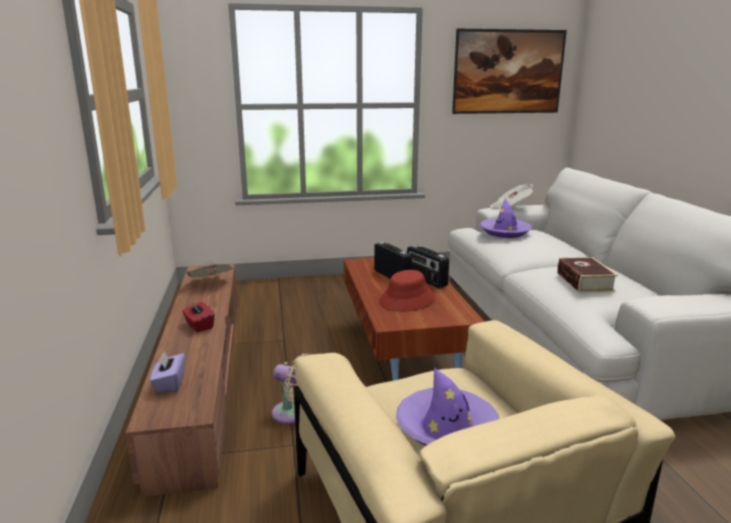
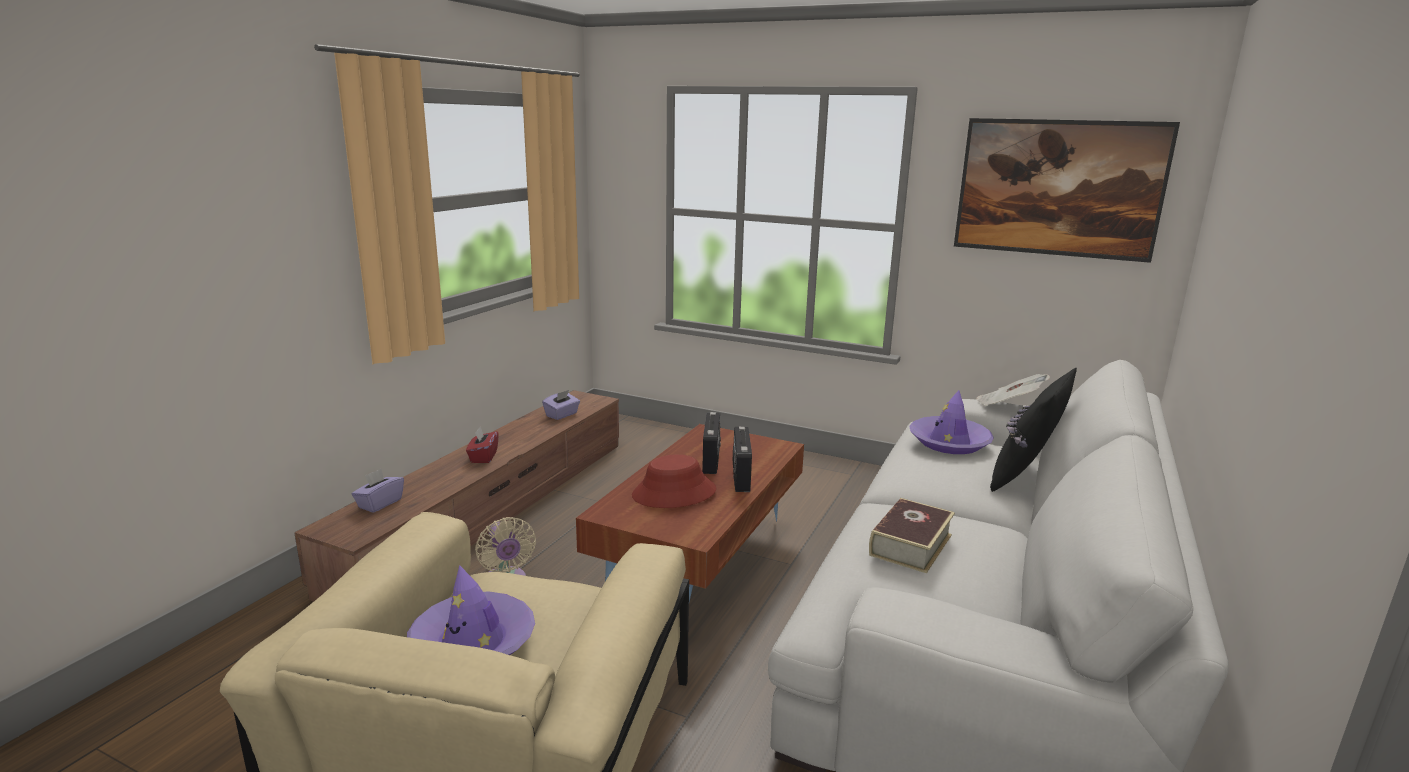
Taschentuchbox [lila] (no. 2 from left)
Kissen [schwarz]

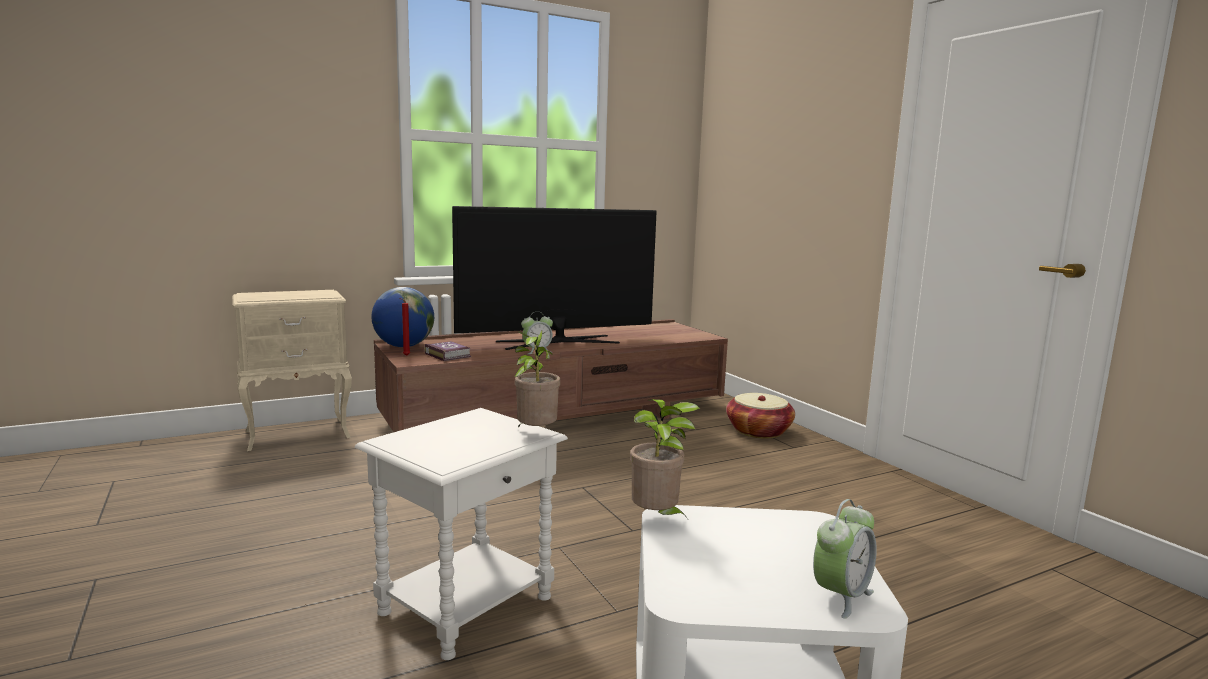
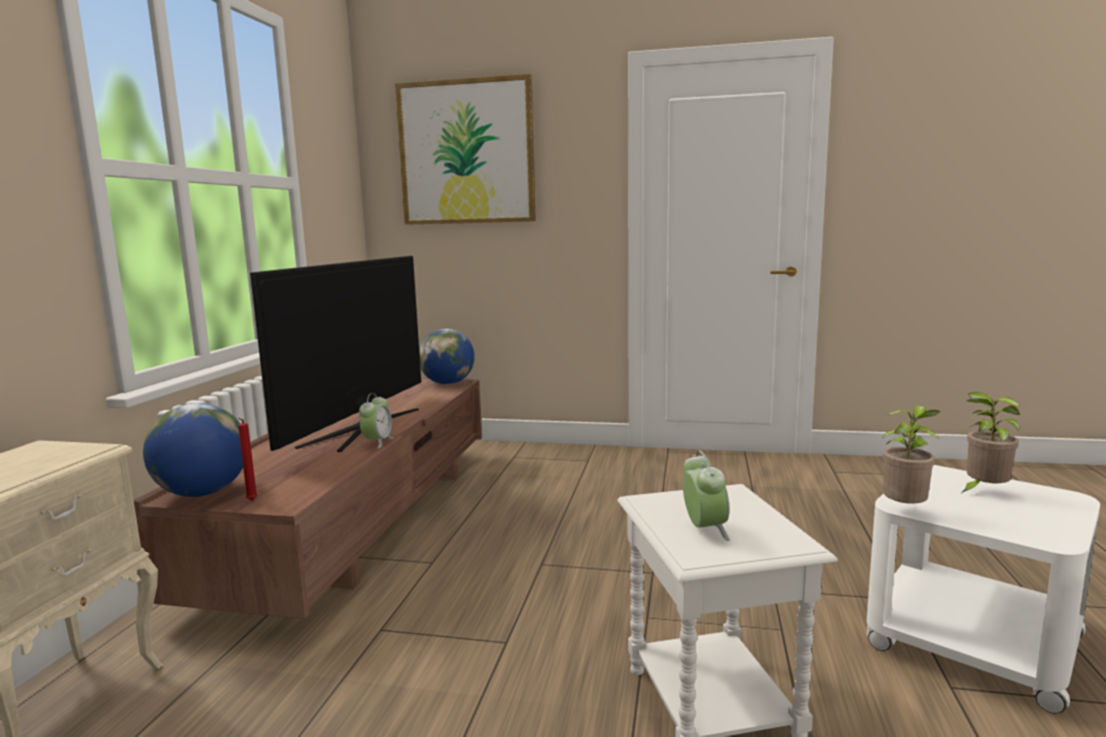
Bild
Globus (no. 2 from left)
Wecker (no. 2 from left)
Topfpflanze (no. 2 from left)
Buch
Korb

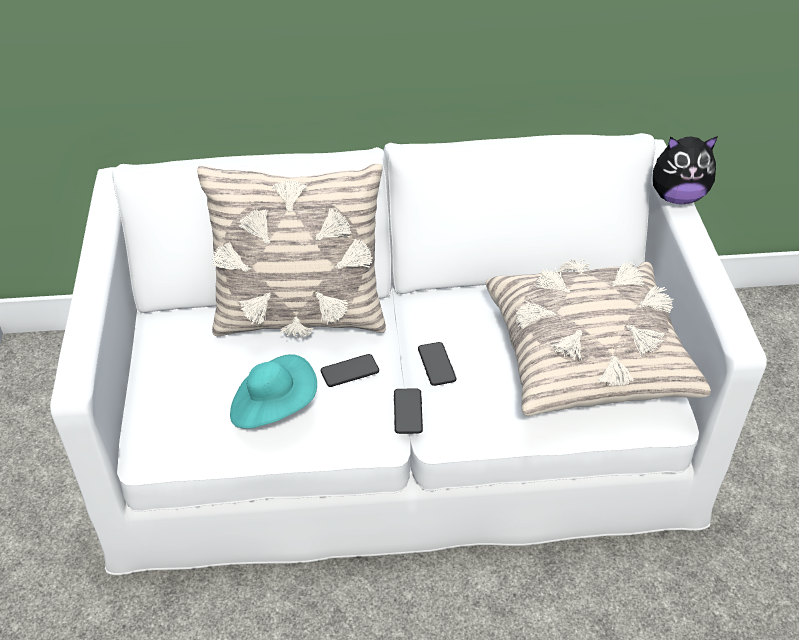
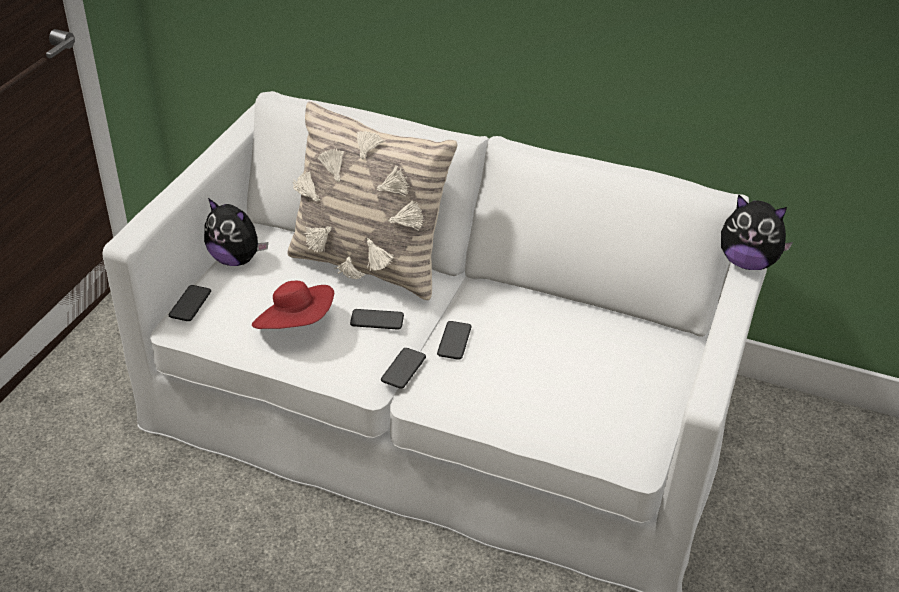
Handy (no. 1 from left)
Plüschtier (no. 1 from left)
Hut [rot]
Kissen [beige] (no. 2 from left in the first image)

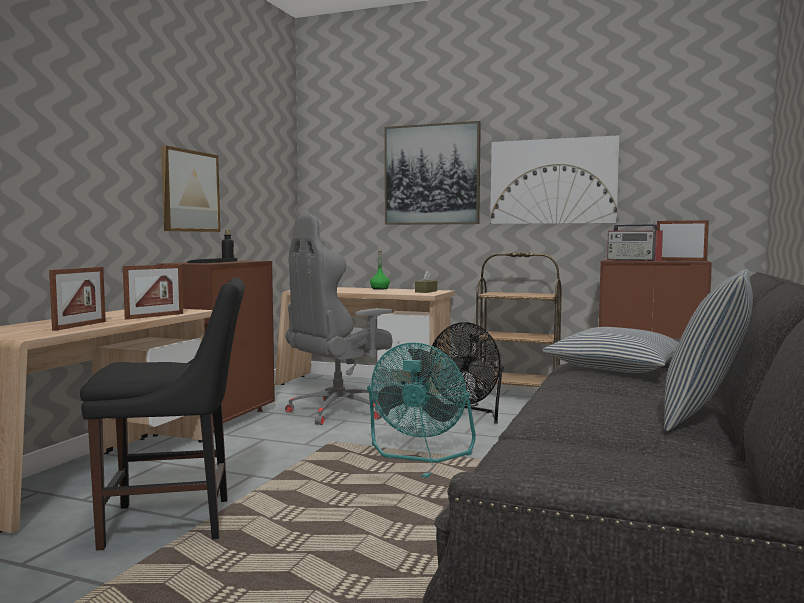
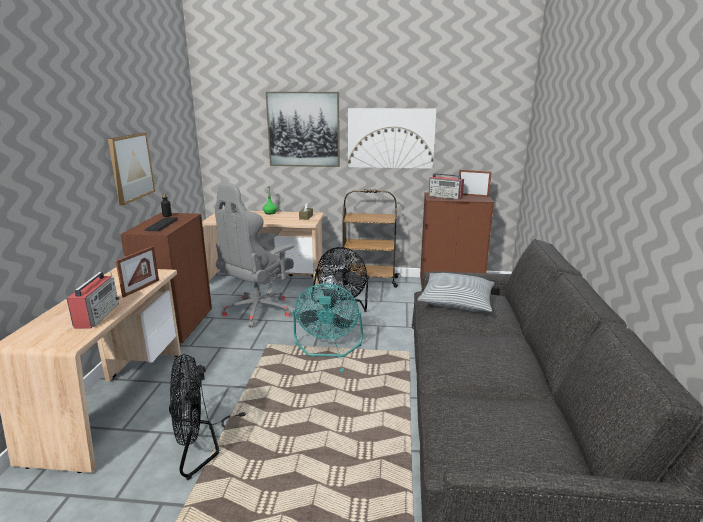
Radio (no. 1 from left)
Ventilator [schwarz] (no. 1 from left)
Kissen (no. 2 from left in the first image)

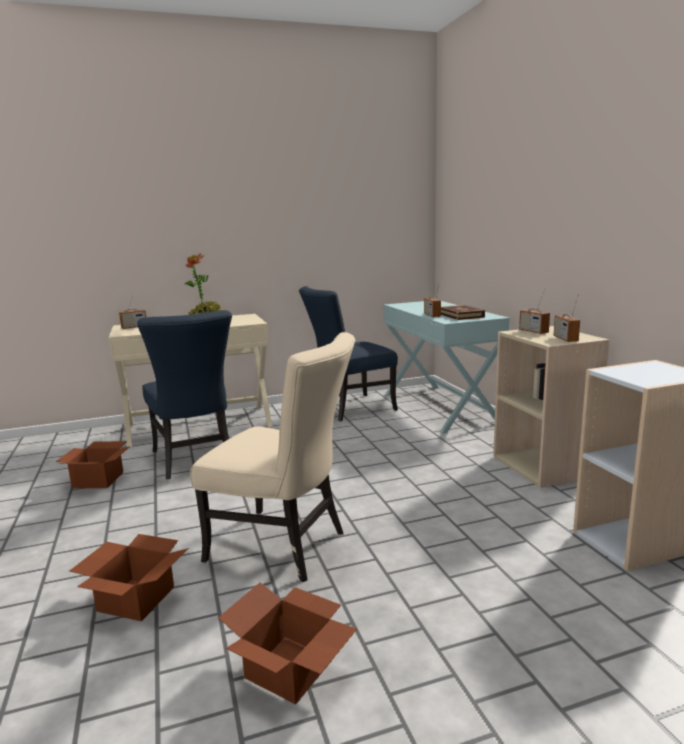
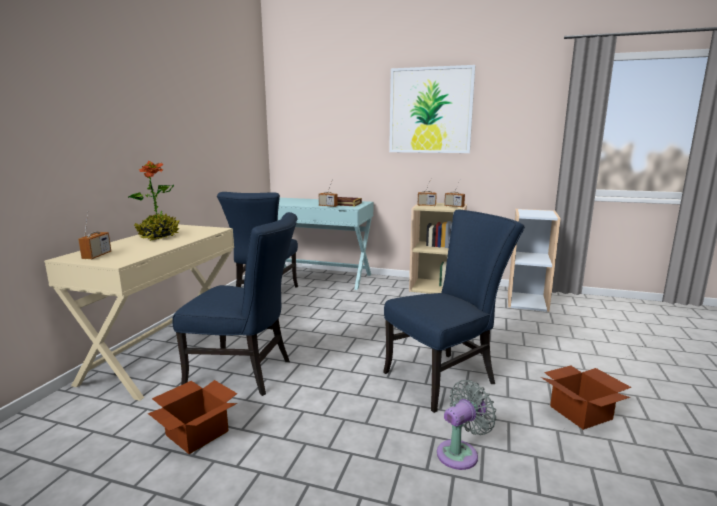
Stuhl [blau] (no. 3 from left)
Bild
Ventilator [grau]

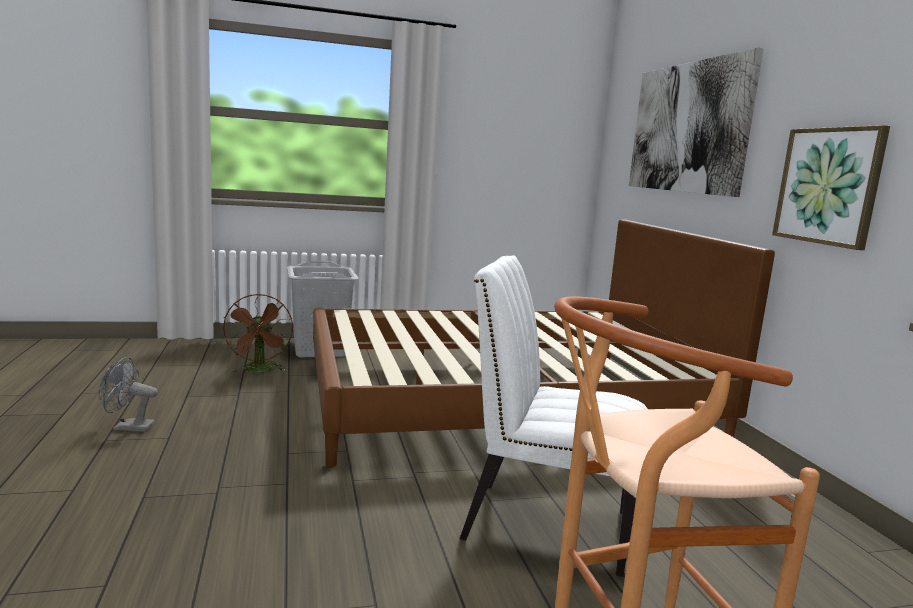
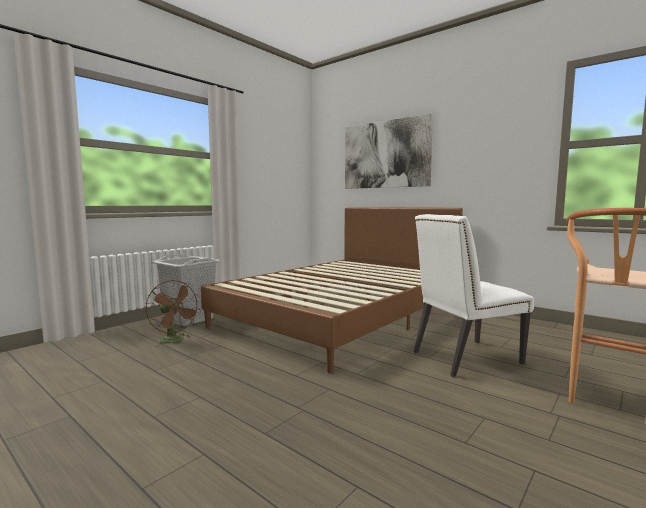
Ventilator [grau]
Bild (no. 2 from left in the first image)

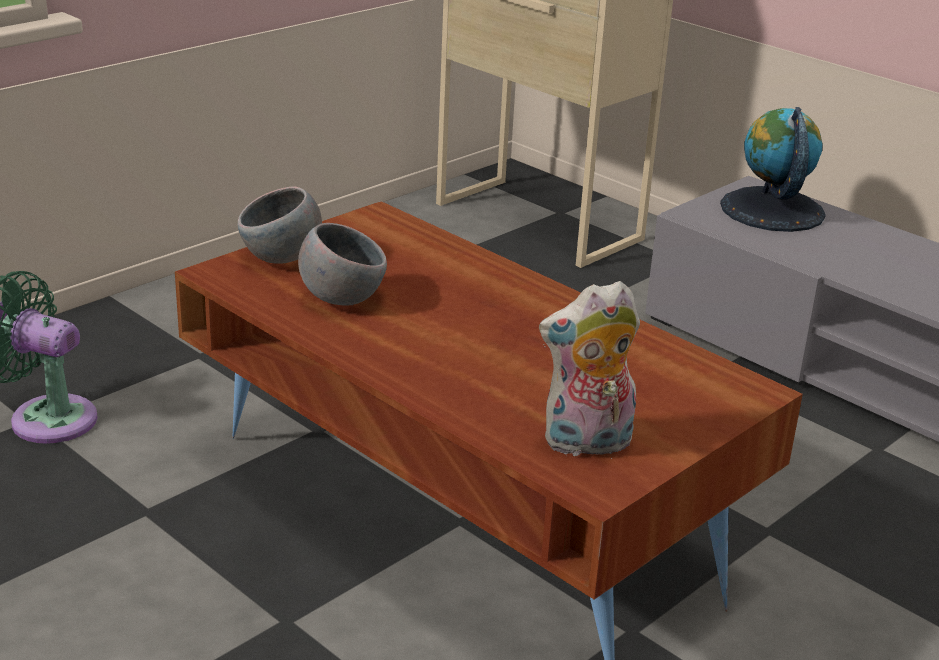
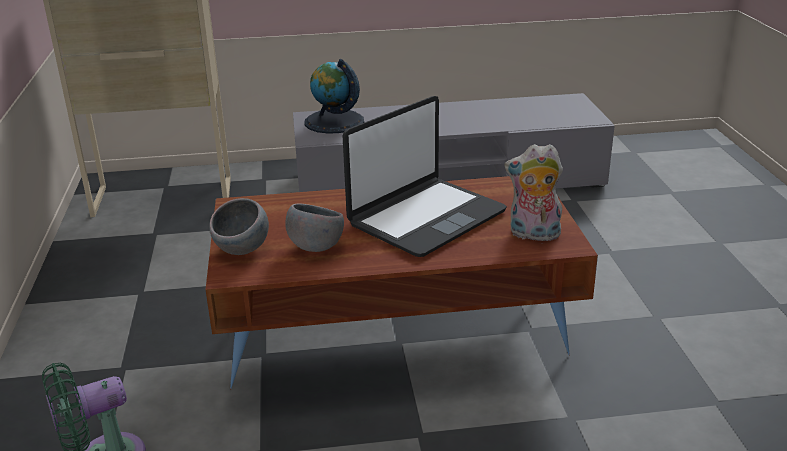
Laptop
Plüschtier

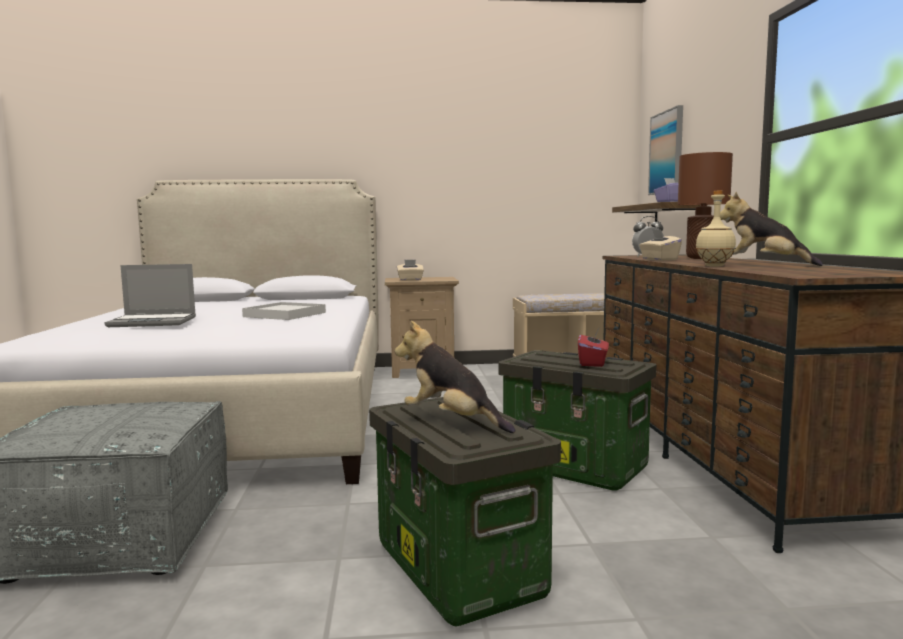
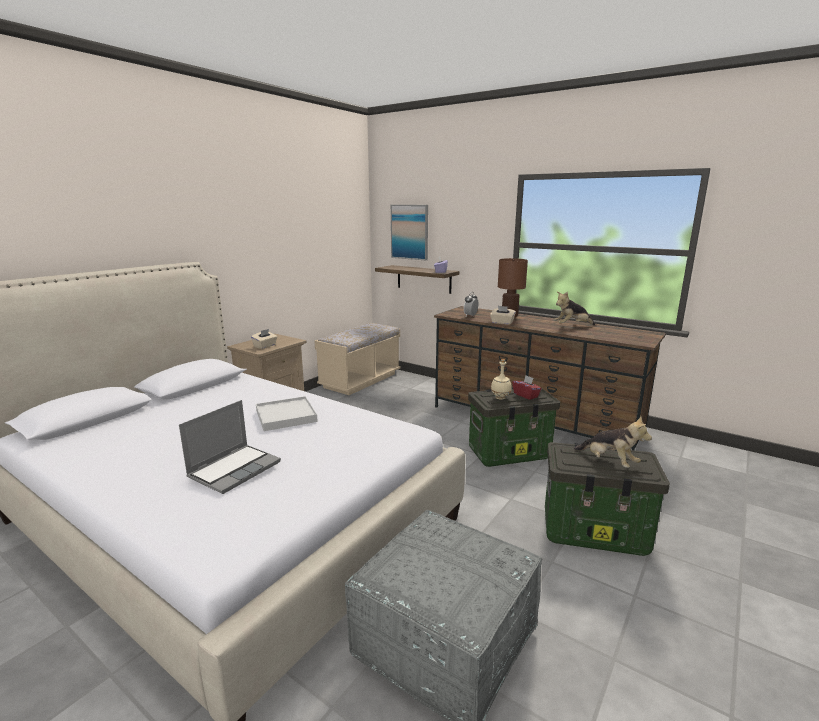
Flasche [beige]
Plüschtier (no. 2 from left)

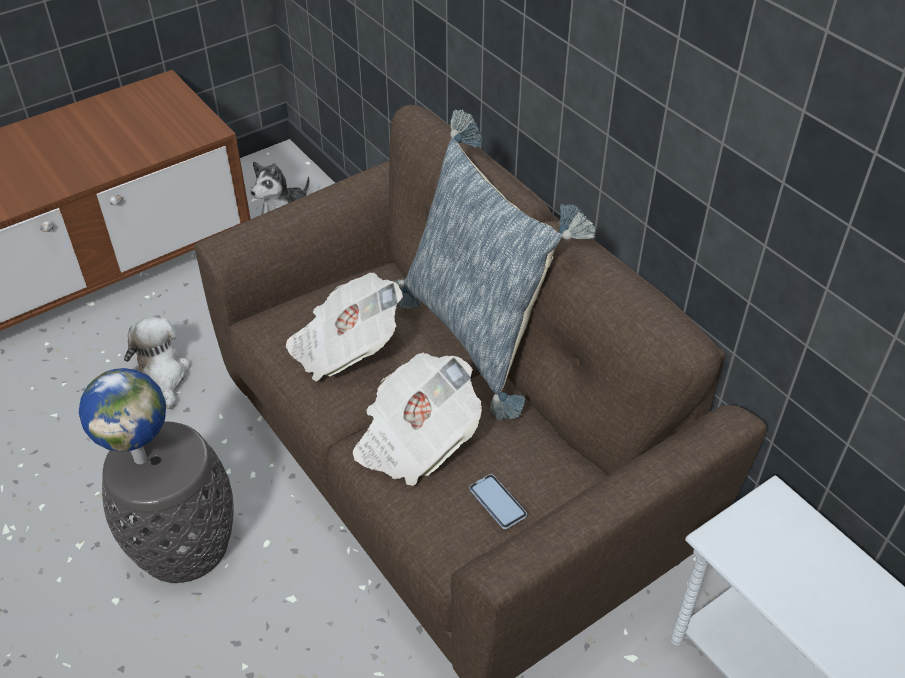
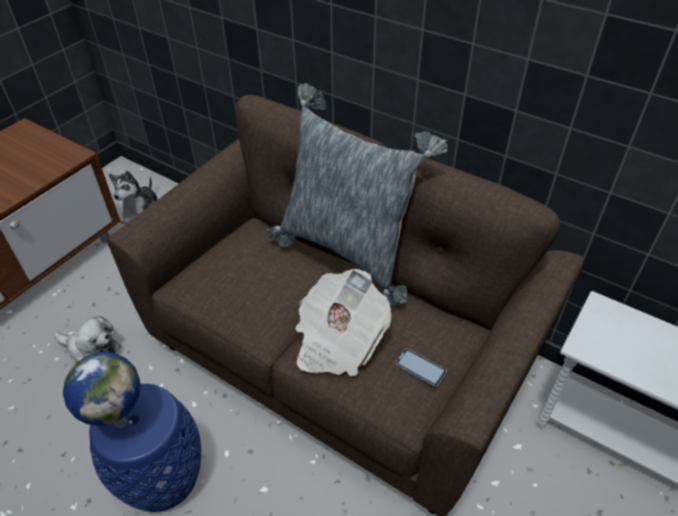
Plüschtier (no. 1 from left)
Hocker [blau]
Zeitung (no. 1 from left in the first image)

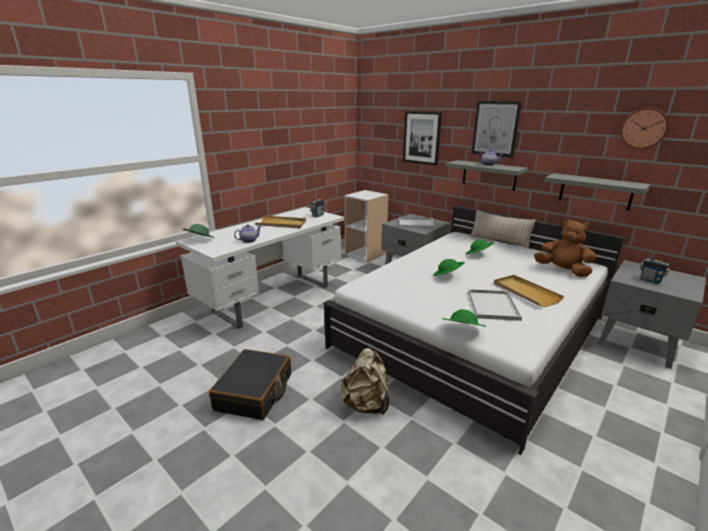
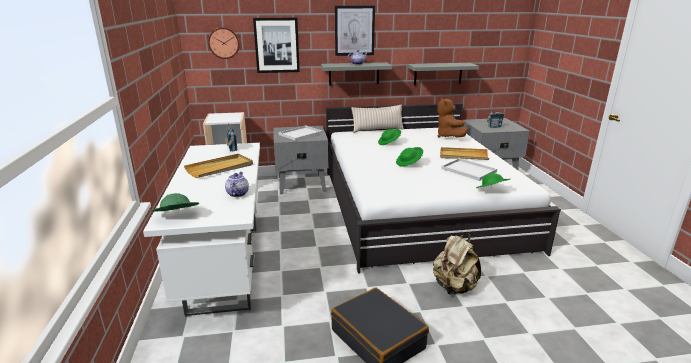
Wanduhr
Plüschtier [braun]

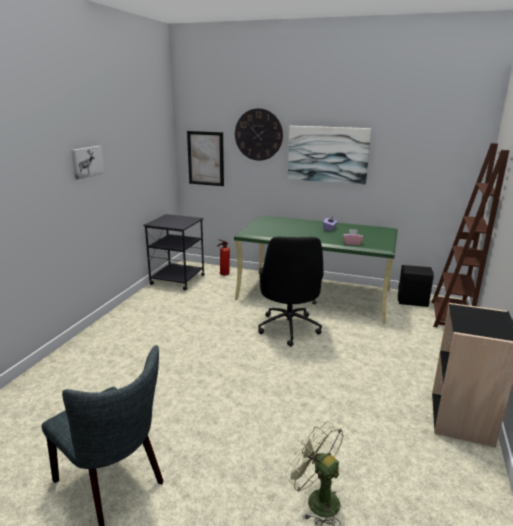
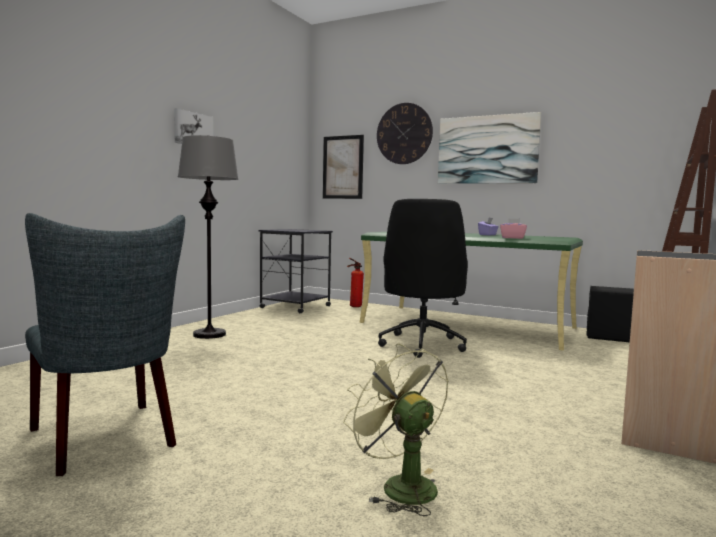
Stehlampe [grau]

